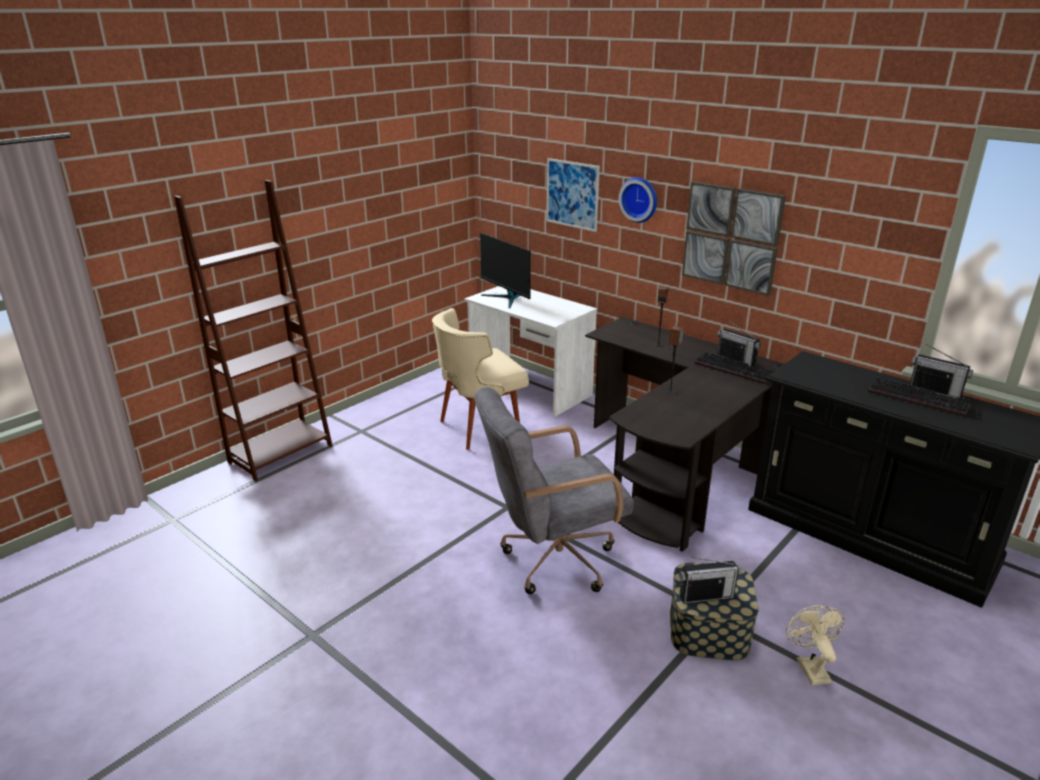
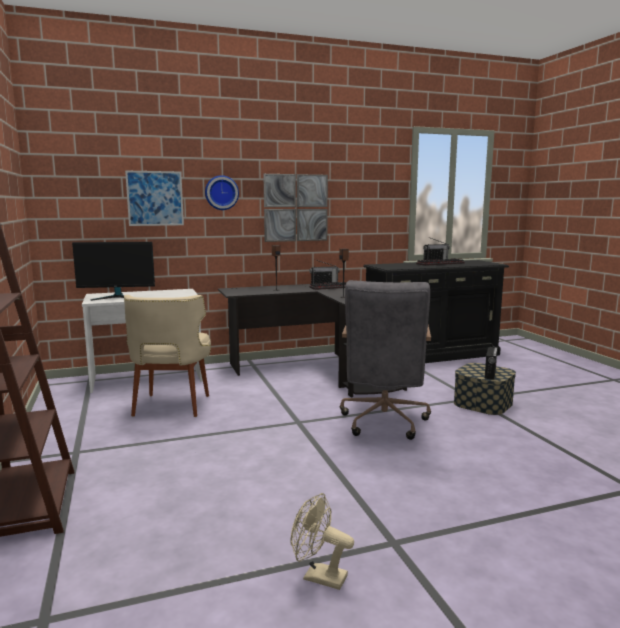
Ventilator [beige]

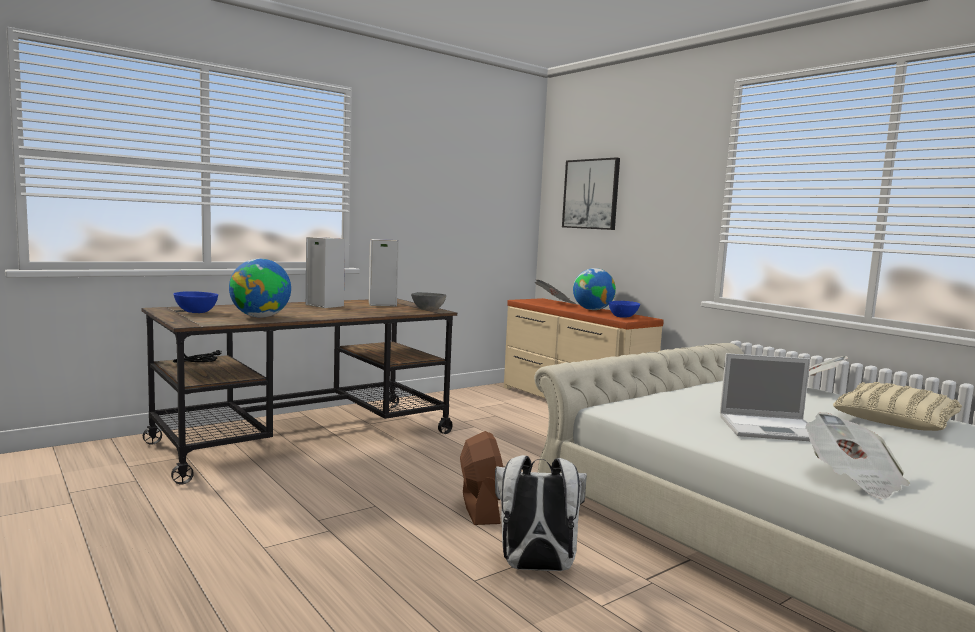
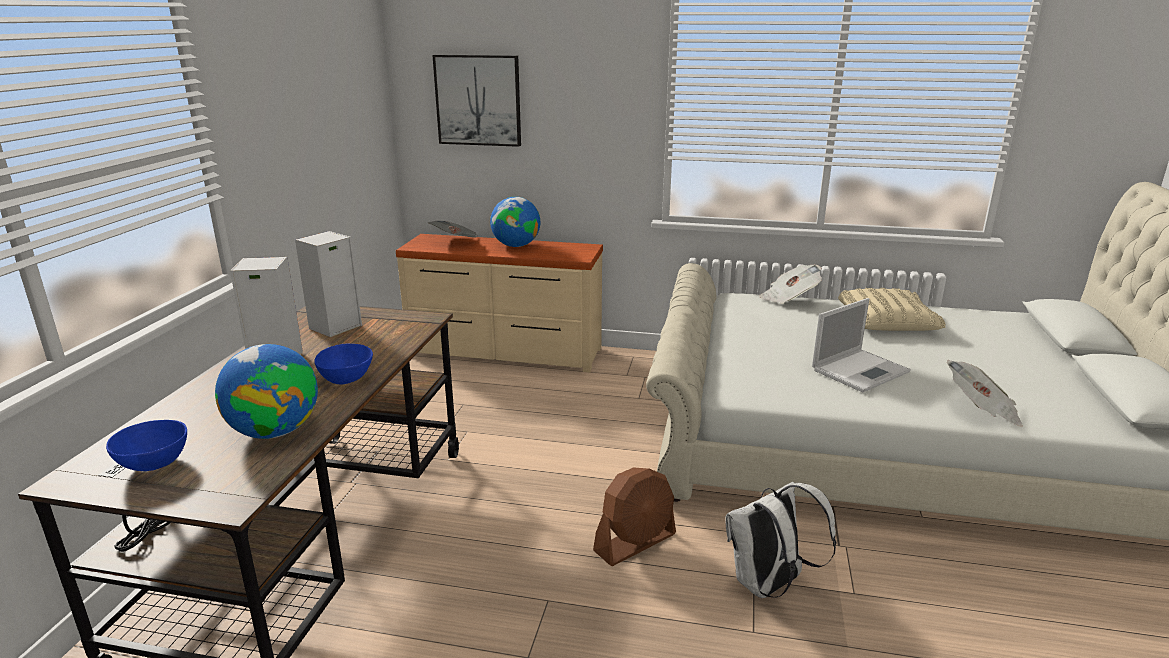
Schüssel [blau] (no. 2 from left)
Ventilator [braun]
Schüssel [grau]

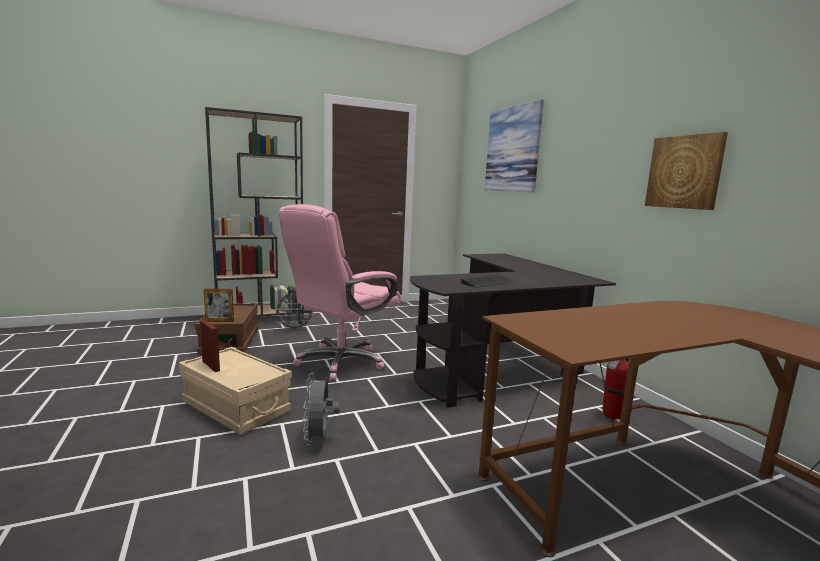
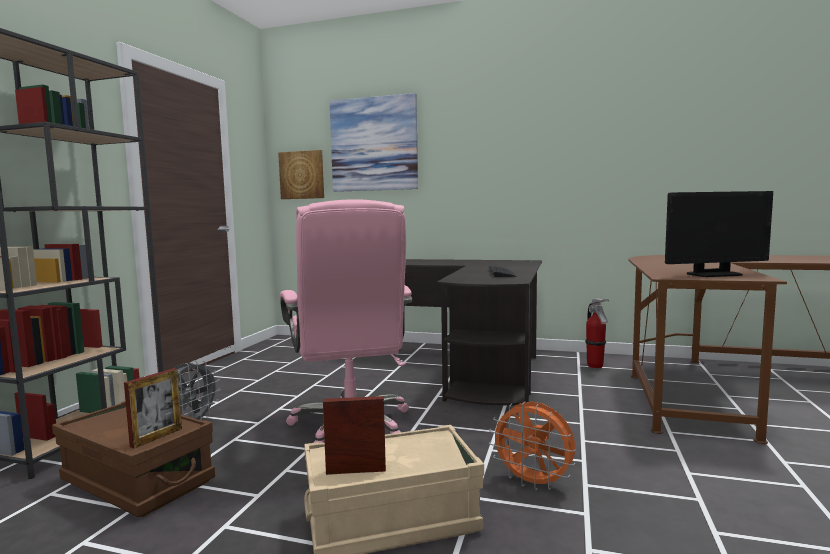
Bild (no. 1 from left)
Ventilator [orange]
Monitor

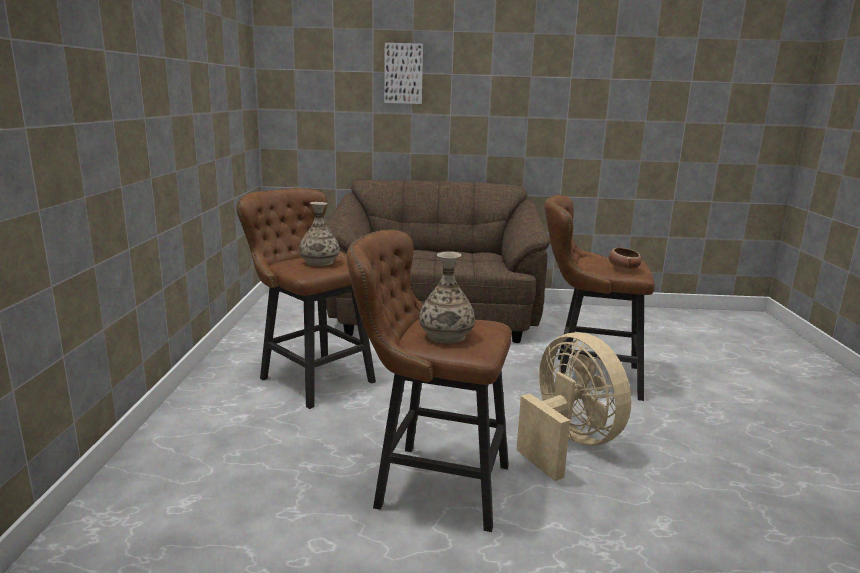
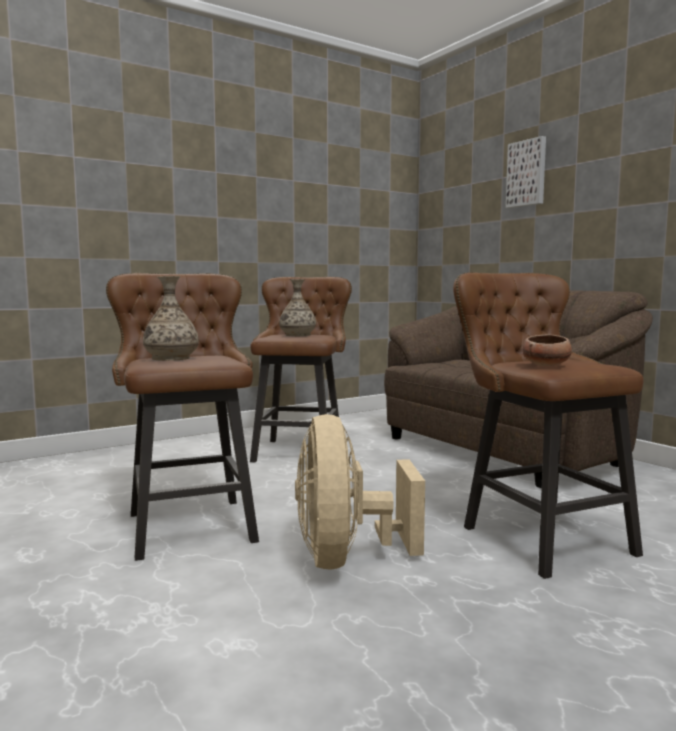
Ventilator [beige]

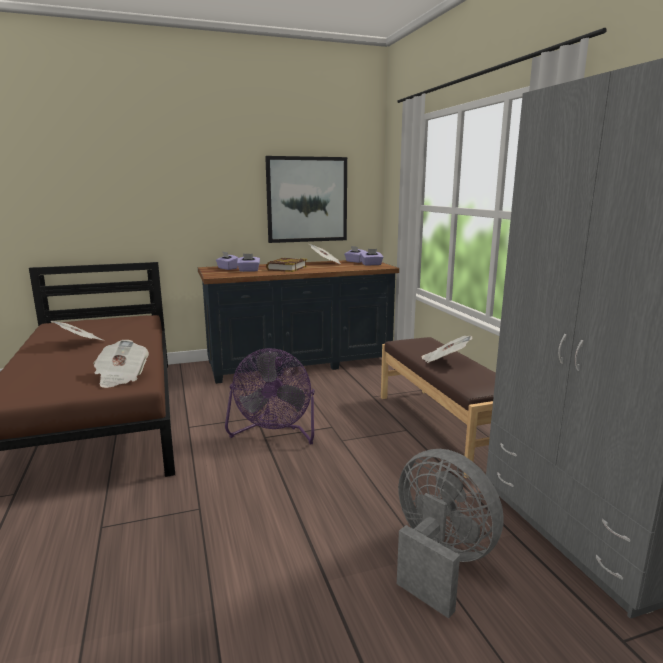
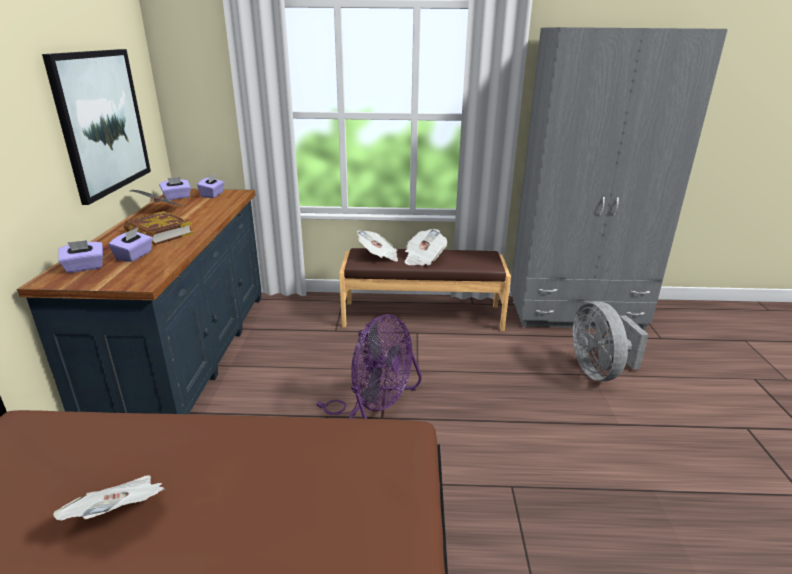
Zeitung (no. 3 from left)
Ventilator [grau]

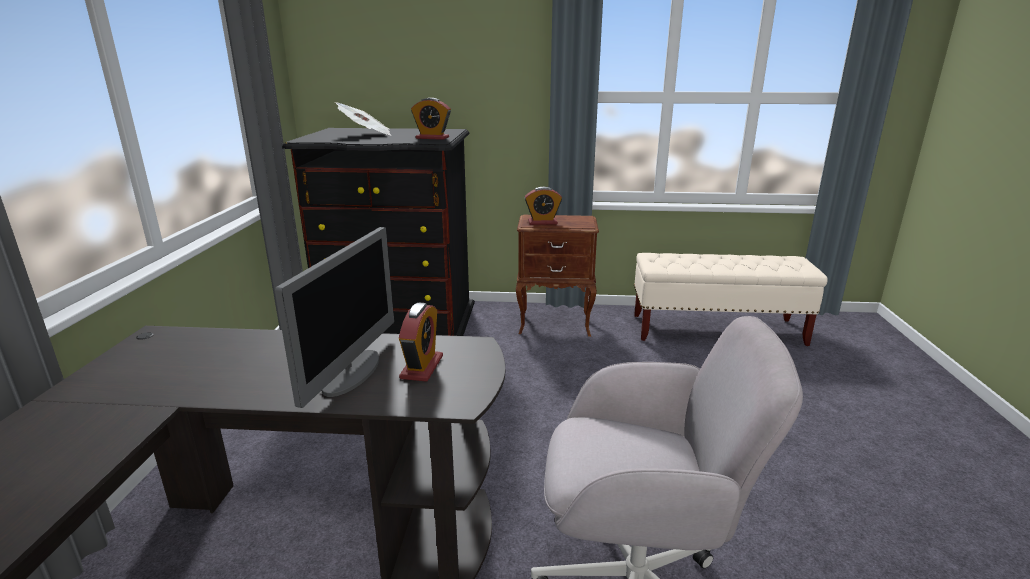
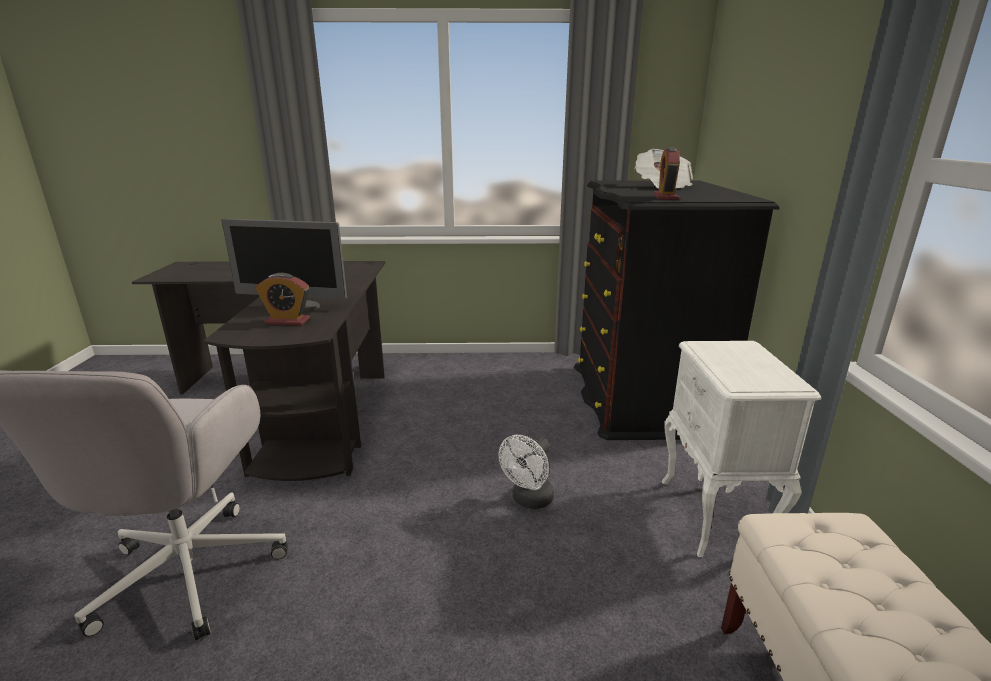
Ventilator [weiß]
Nachttisch [weiß]
Wecker (no. 3 from left in the first image)

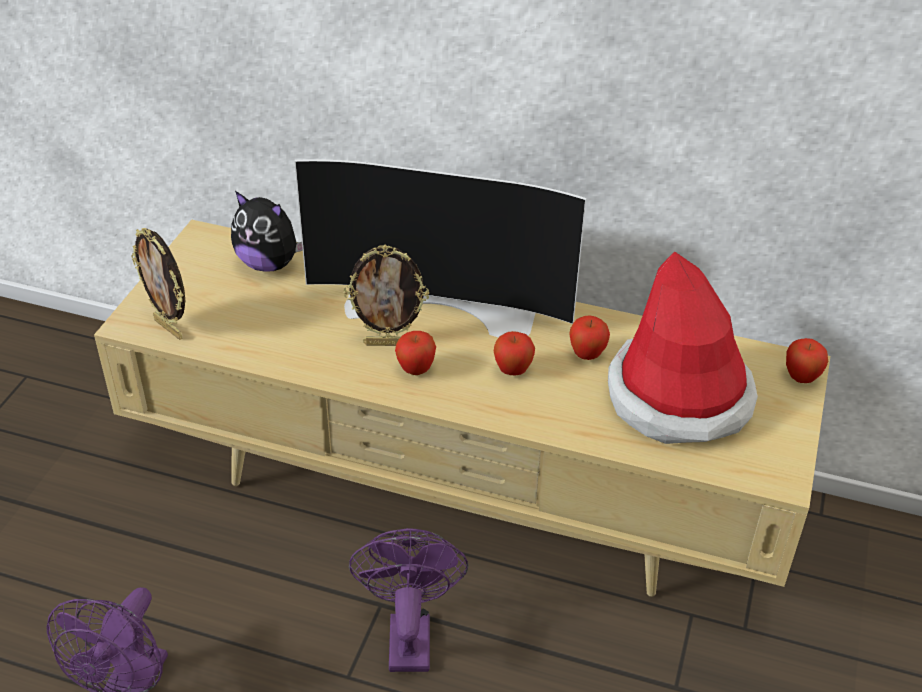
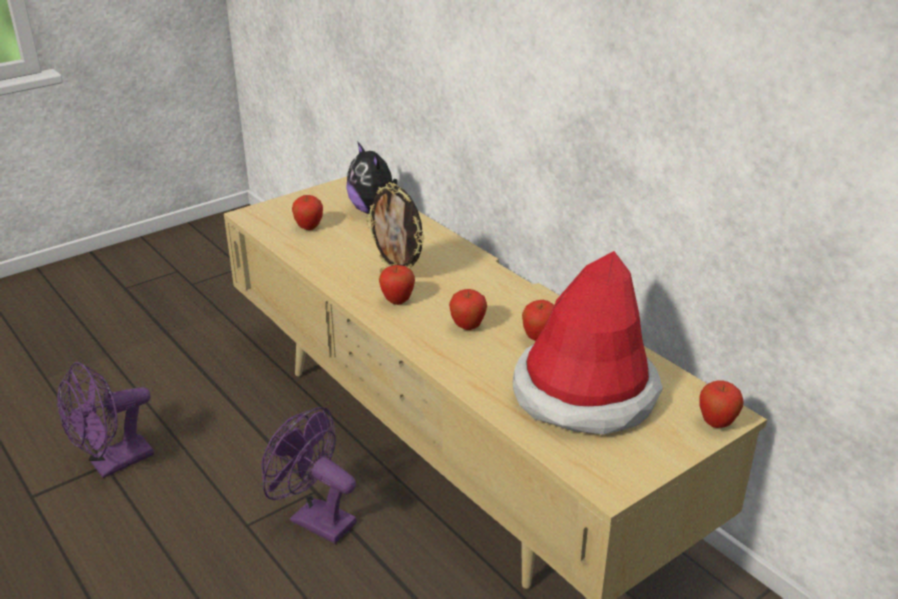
Ventilator [lila] (no. 2 from left)
Apfel (no. 1 from left)
Bilderrahmen (no. 1 from left in the first image)
Fernseher

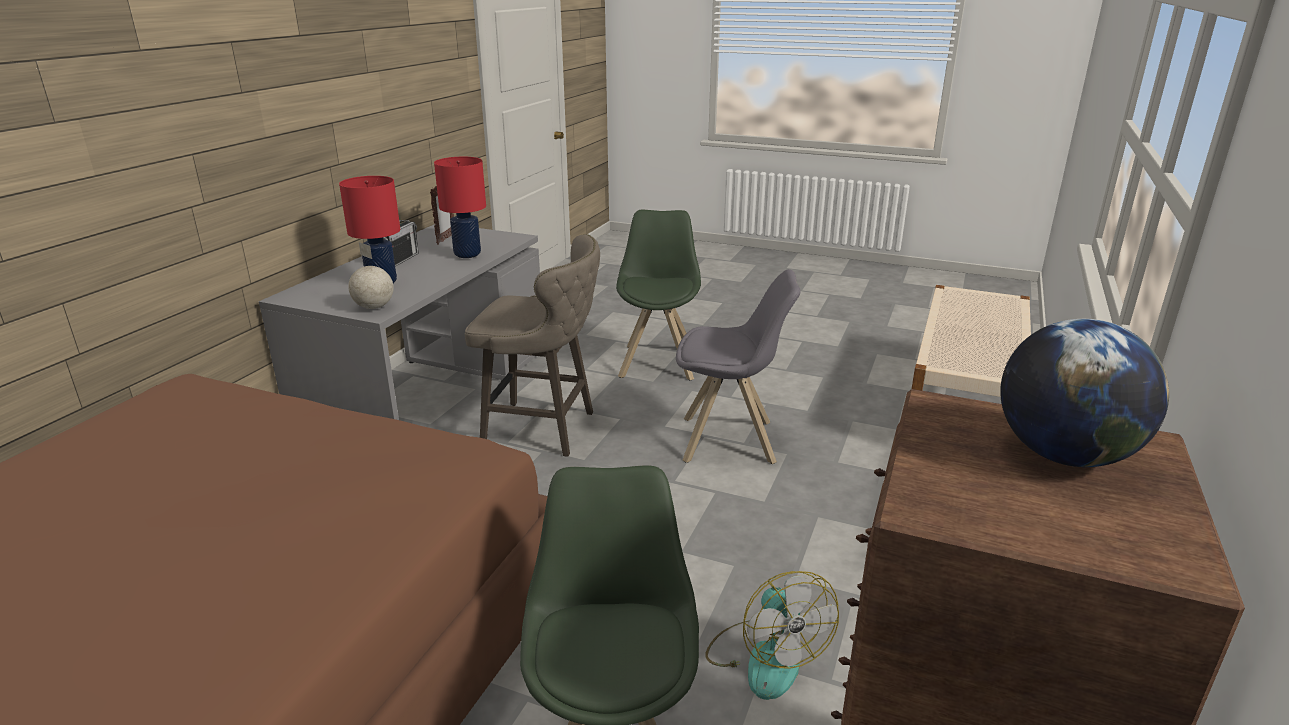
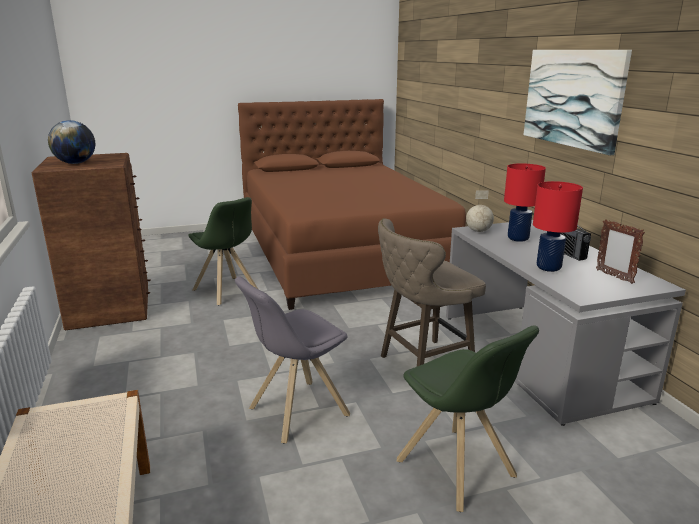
Bild
Ventilator

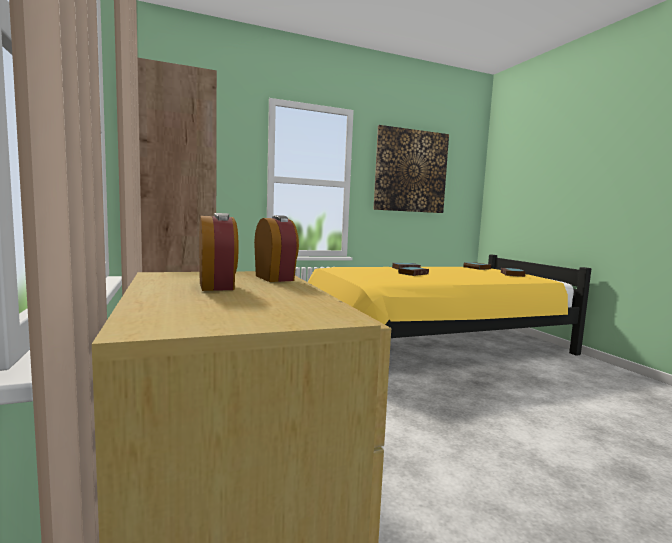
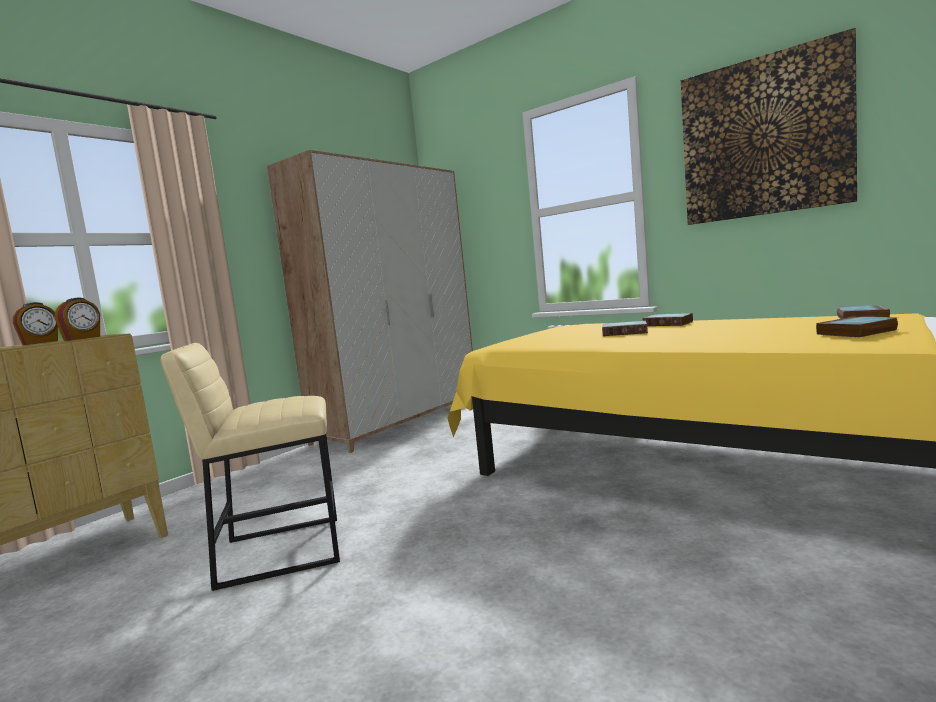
Stuhl [beige]

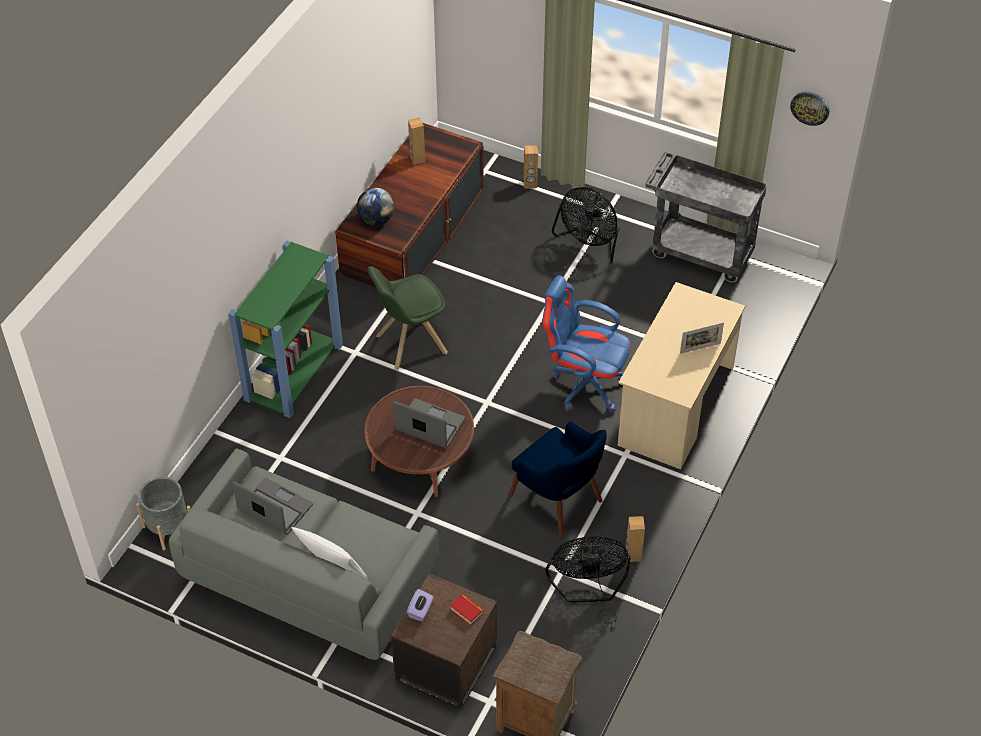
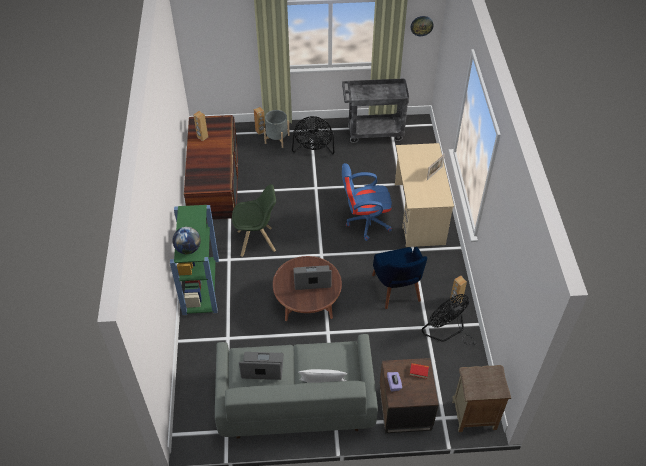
Globus
Stuhl [grün]
Pflanzkübel [grau]
Sessel [blau]

